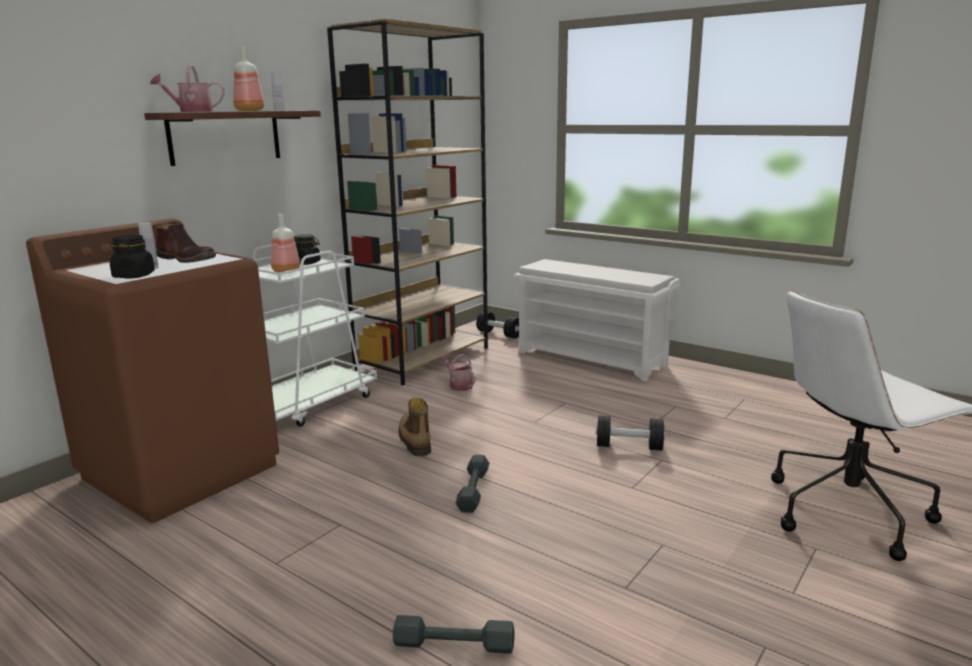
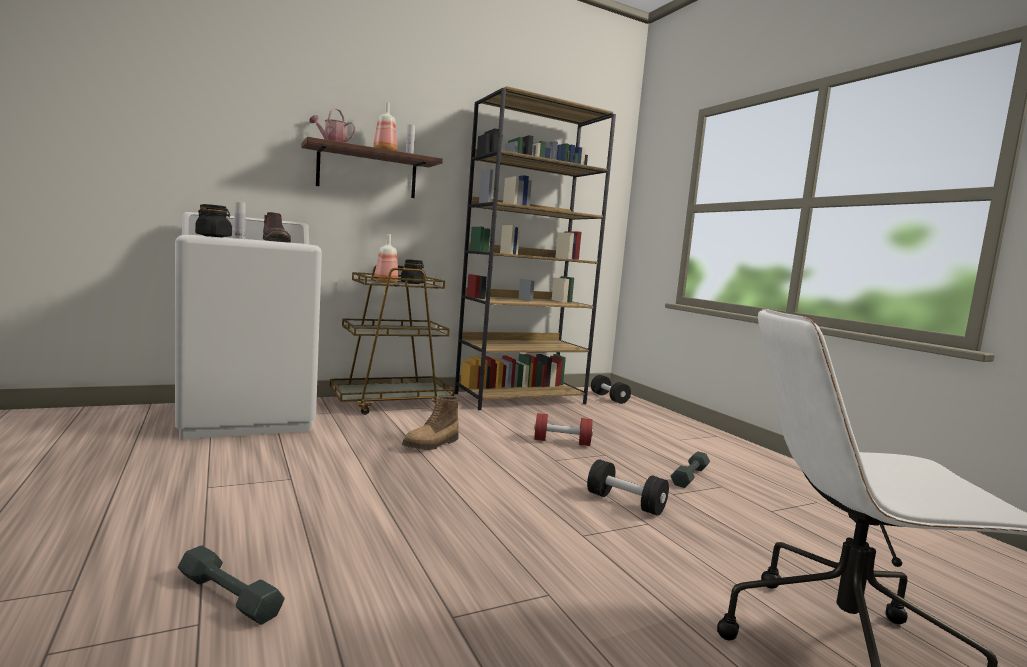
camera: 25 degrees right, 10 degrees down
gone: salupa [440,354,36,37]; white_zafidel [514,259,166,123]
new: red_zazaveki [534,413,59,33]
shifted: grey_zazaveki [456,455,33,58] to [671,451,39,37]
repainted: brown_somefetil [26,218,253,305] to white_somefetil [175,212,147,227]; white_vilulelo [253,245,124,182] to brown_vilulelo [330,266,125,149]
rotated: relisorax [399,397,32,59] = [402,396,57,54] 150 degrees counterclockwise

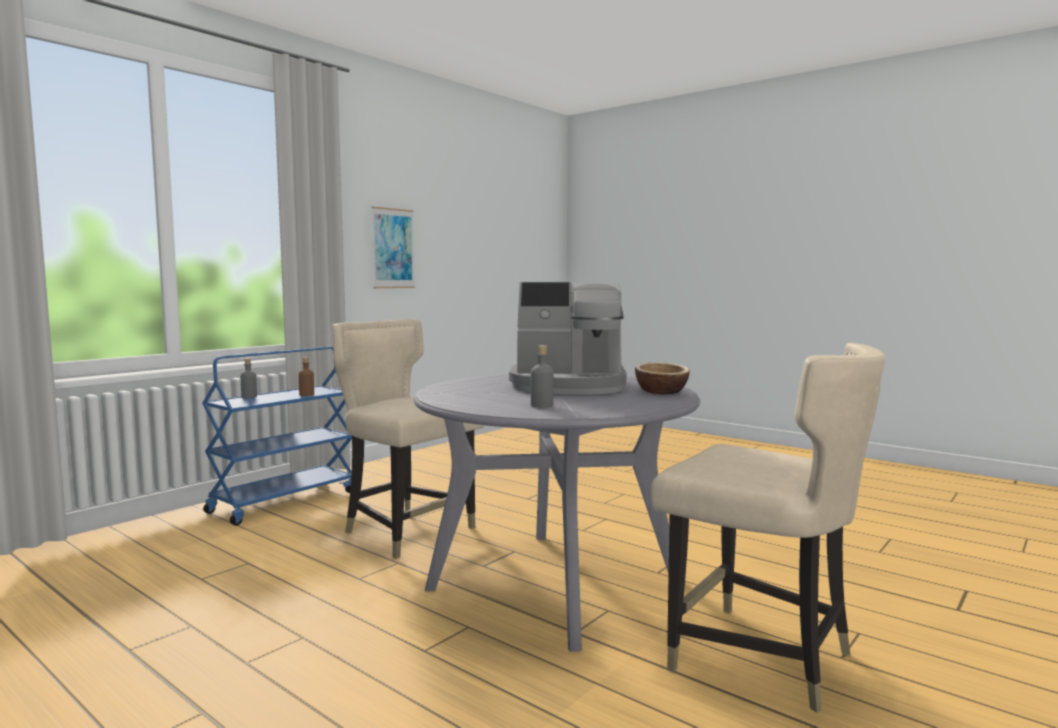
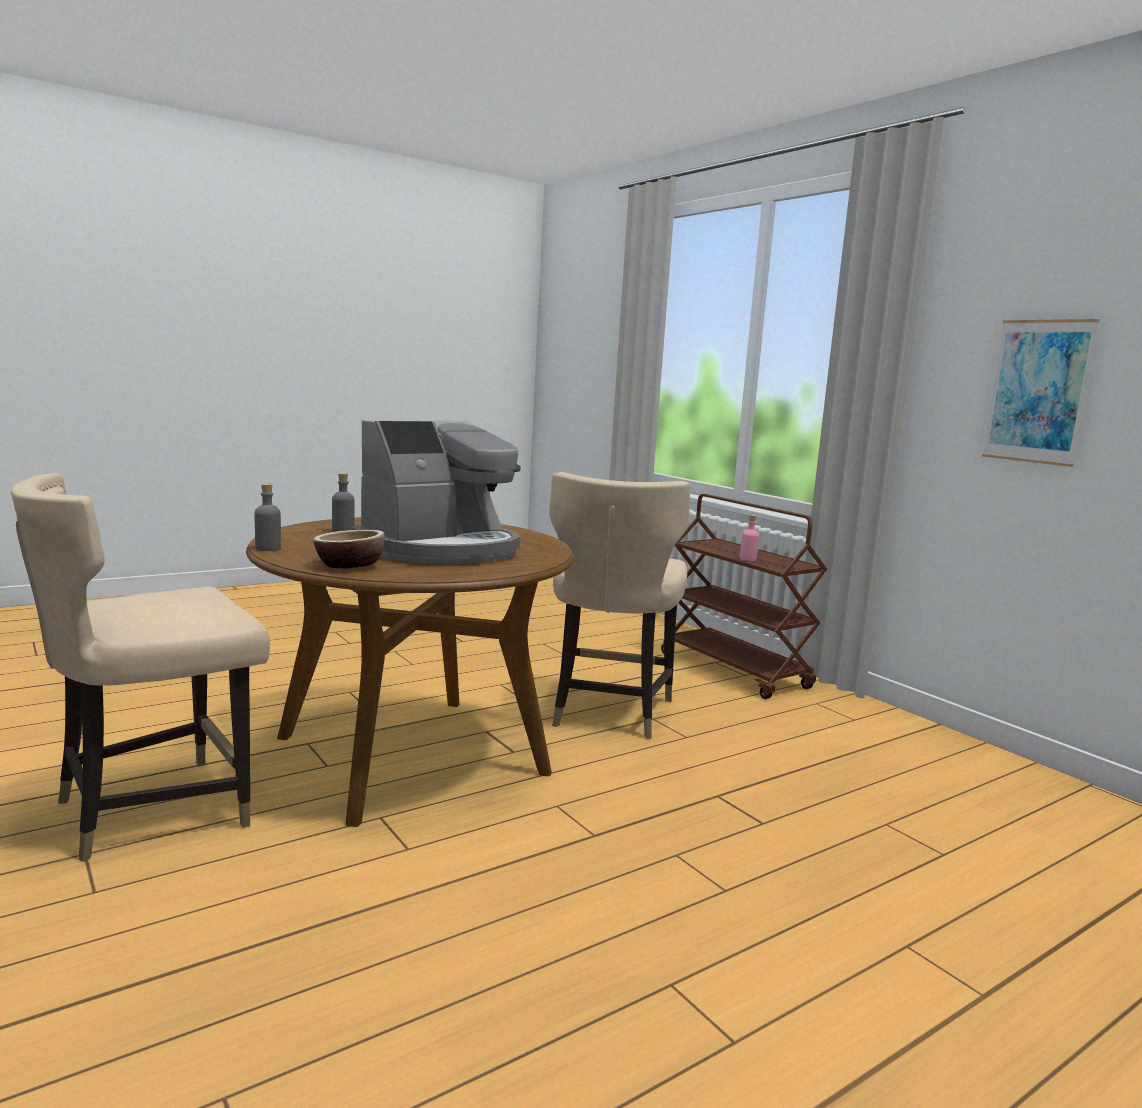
camera: 105 degrees right, 5 degrees up
shifted: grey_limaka [240,358,17,40] to [255,484,26,67]
repainted: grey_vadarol [414,374,286,278] to brown_vadarol [246,517,328,310]; blue_vilulelo [202,347,150,179] to brown_vilulelo [661,494,166,205]; brown_limaka [299,357,15,39] to pink_limaka [740,515,19,46]
rotated: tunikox [509,282,117,113] = [352,421,169,144] 150 degrees counterclockwise; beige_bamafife [332,319,152,240] = [549,472,141,267] 135 degrees clockwise

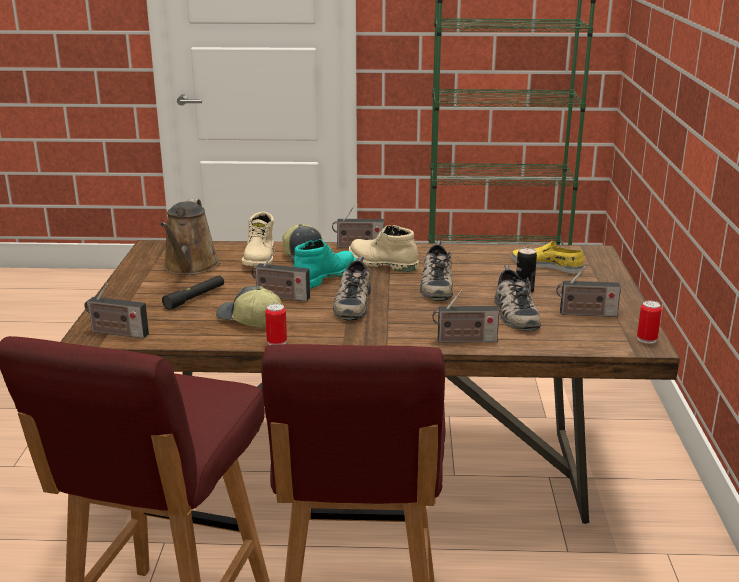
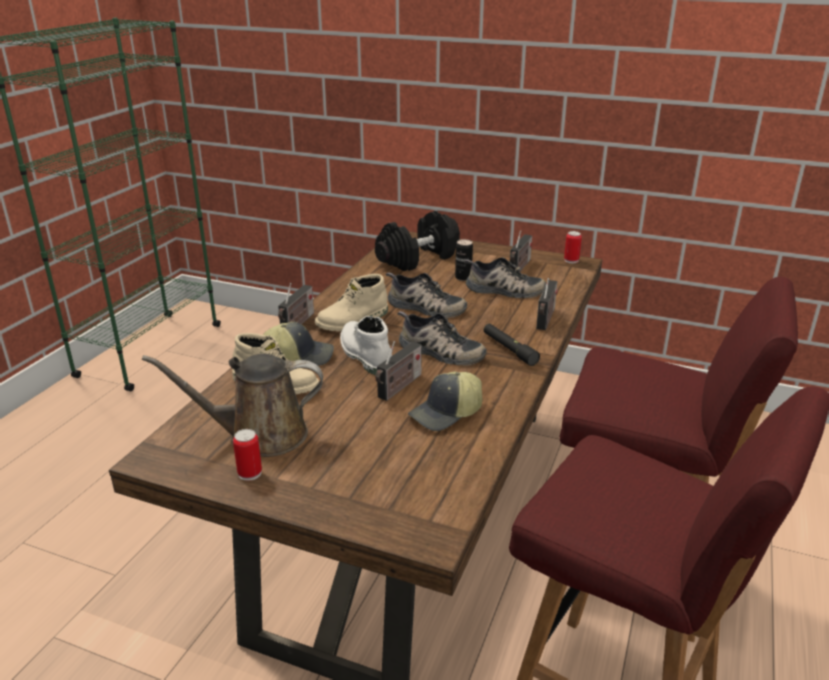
camera: 70 degrees left, 5 degrees up
gone: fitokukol [84,283,65,56]
shifted: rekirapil [265,303,22,42] to [233,429,29,52]; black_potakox [162,275,62,35] to [484,324,56,42]
swapped: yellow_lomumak [511,241,73,33] to black_zazaveki [375,211,85,60]
repainted: turquoise_relisorax [293,239,63,50] to white_relisorax [340,316,52,59]
rotated: brown_salupa [160,199,60,76] = [142,354,181,103] 150 degrees clockwise

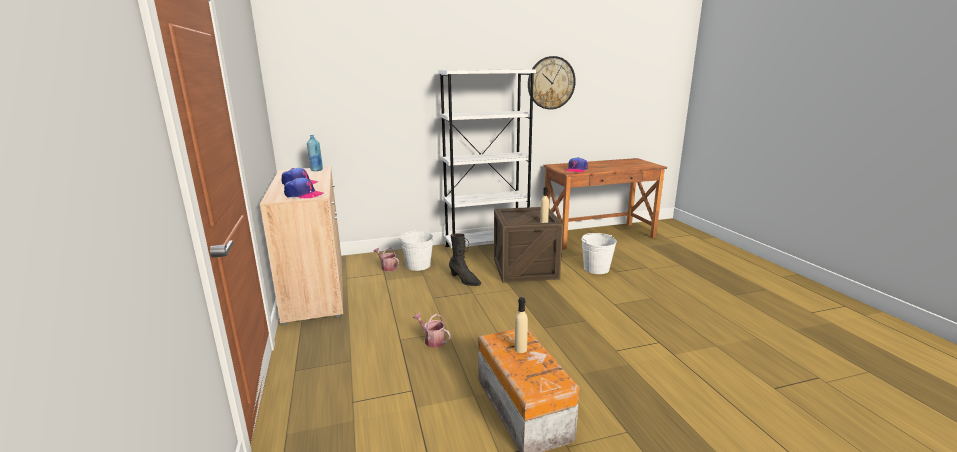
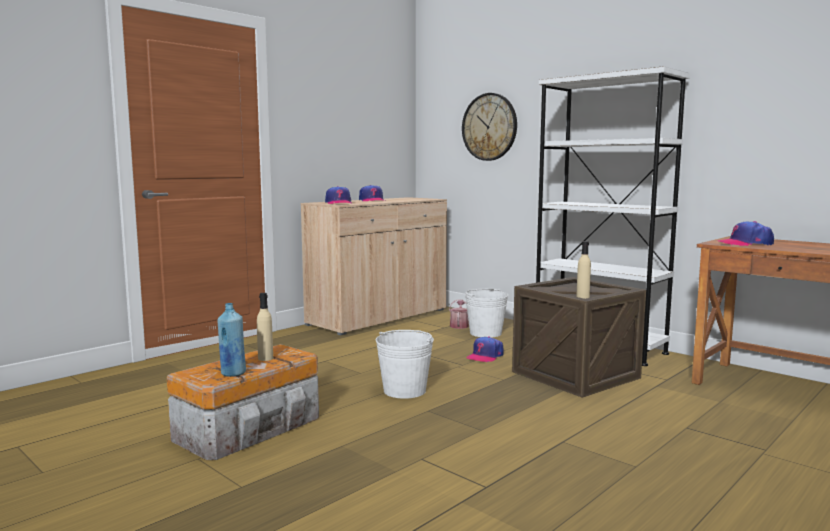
camera: 60 degrees right, 10 degrees down
gone: salupa [413,313,38,35]
shifted: blue_limaka [307,135,16,36] to [217,303,29,74]; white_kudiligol [581,233,36,41] to [376,330,58,69]; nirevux [528,56,48,54] to [462,93,55,68]
swapped: black_relisorax [449,233,32,53] to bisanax [466,336,38,26]

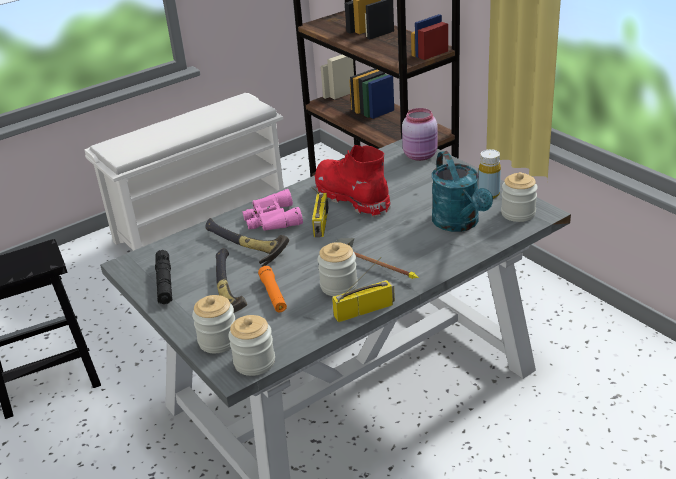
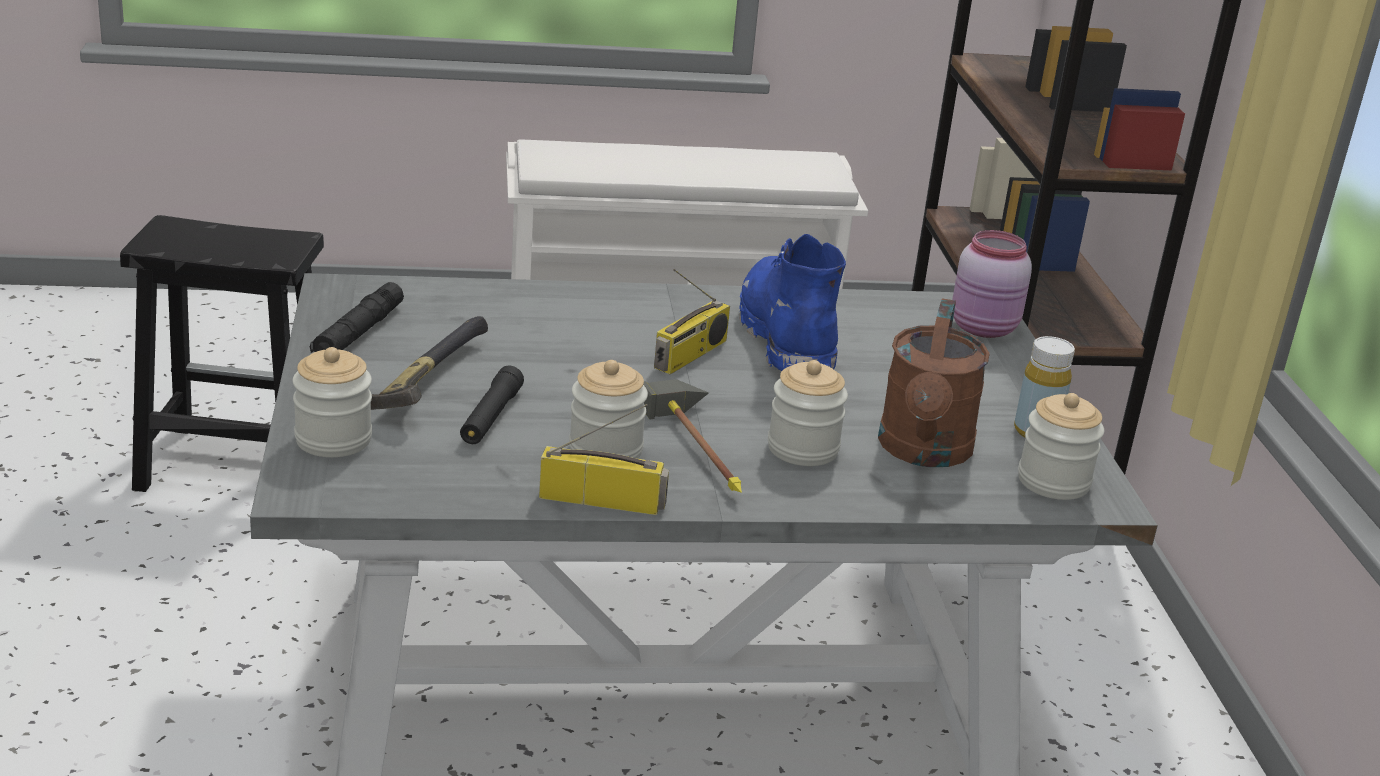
camera: 25 degrees right, 5 degrees down
gone: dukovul [205,218,84,49]; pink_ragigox [243,189,60,42]
shifted: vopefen [228,315,47,61] to [768,360,80,106]
repainted: orange_potakox [258,266,29,46] to black_potakox [460,366,64,78]; red_relisorax [315,145,75,72] to blue_relisorax [739,234,107,137]; turquoise_salupa [432,151,61,81] to brown_salupa [878,298,112,169]

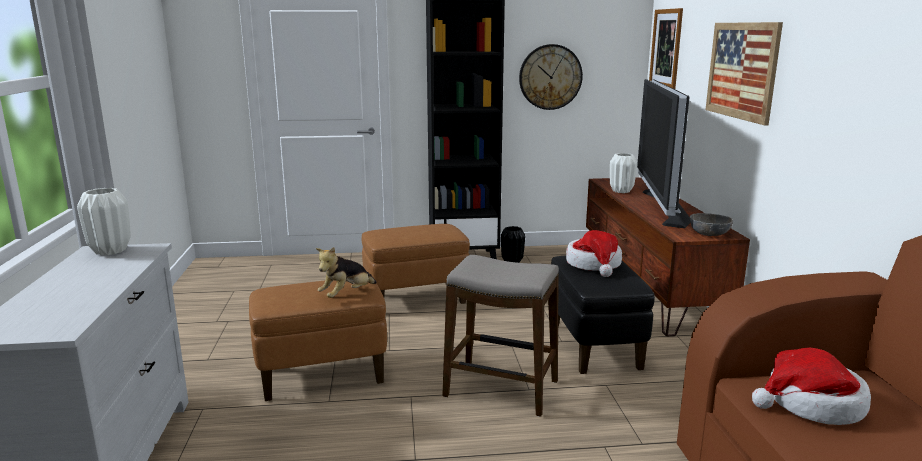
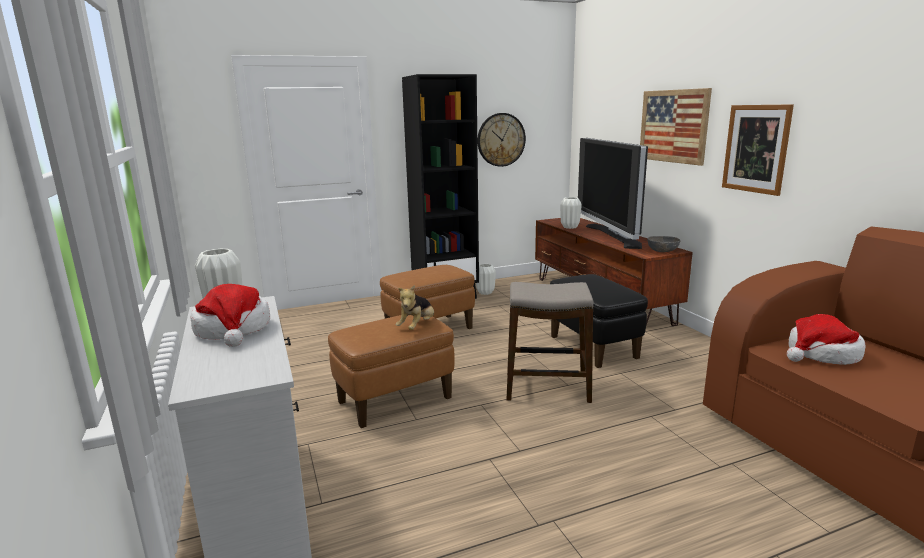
camera: 15 degrees left, 0 degrees up
shifted: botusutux [566,230,56,47] to [191,284,79,63]; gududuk [649,8,34,81] to [722,104,72,92]
repainted: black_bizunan [501,226,24,37] to white_bizunan [476,264,20,31]

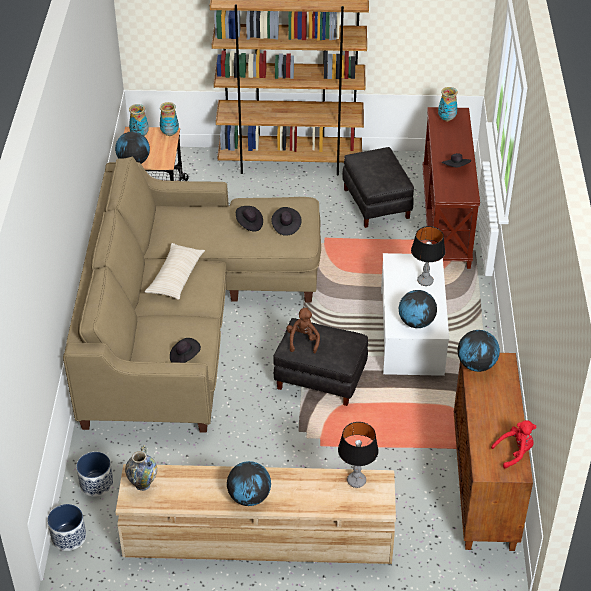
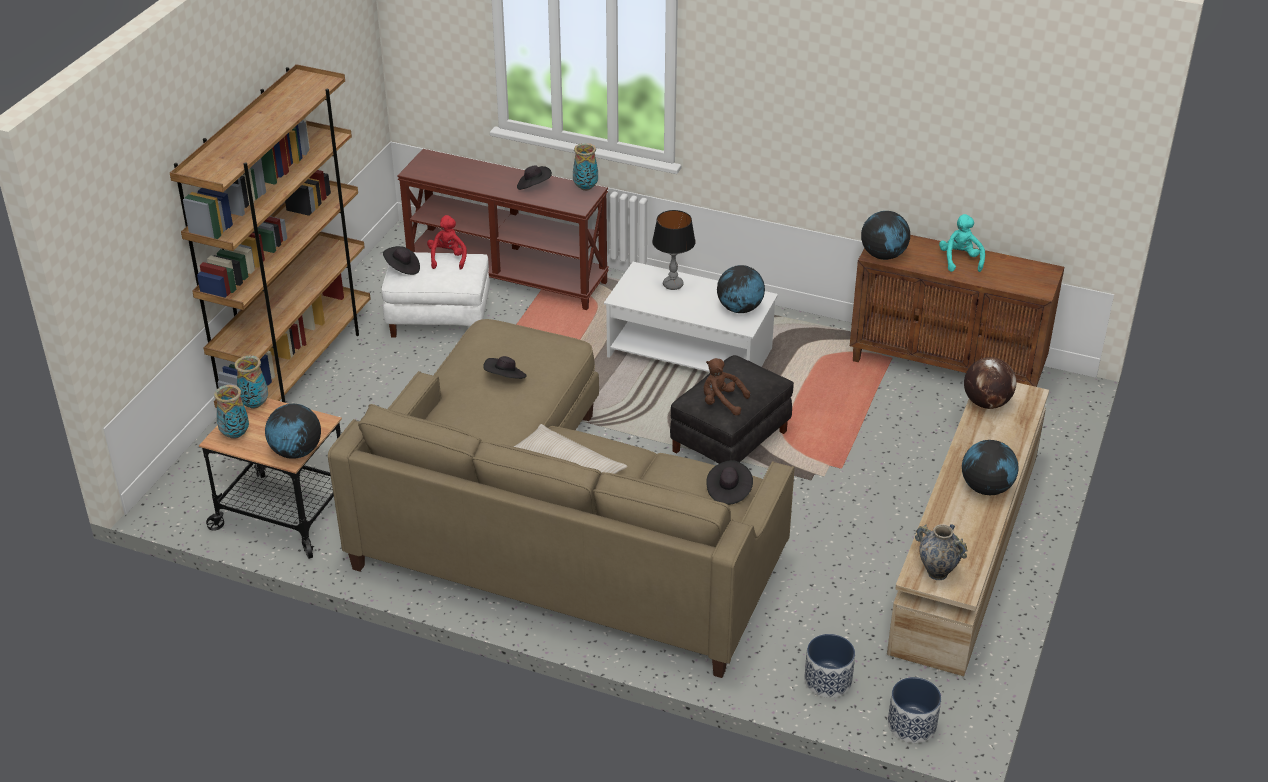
camera: 70 degrees left, 5 degrees down
new: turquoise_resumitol [939,214,46,58]
shifted: black_botusutux [271,207,30,29] to [383,246,37,29]; red_resumitol [491,420,46,49] to [427,215,40,55]; bizunan [438,87,20,34] to [573,143,25,48]
swapped: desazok [338,422,41,66] to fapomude [964,357,52,52]
repainted: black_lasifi [342,147,72,81] to white_lasifi [382,252,108,86]

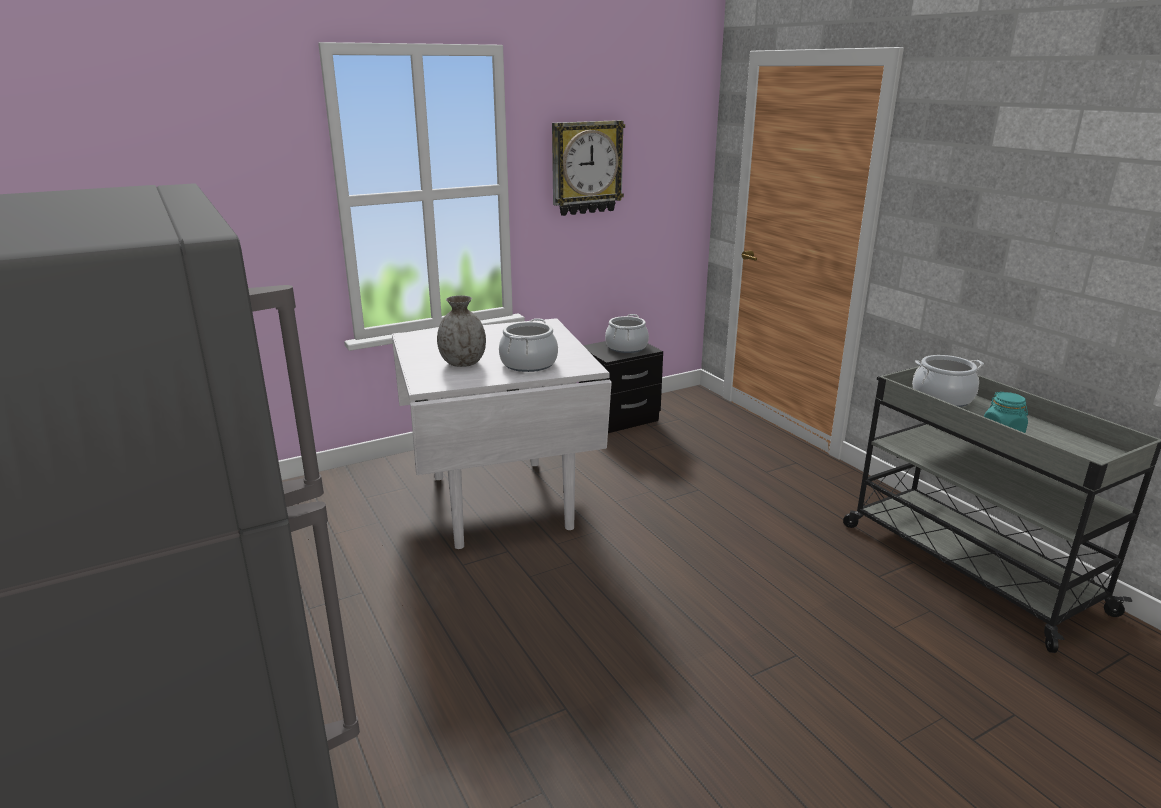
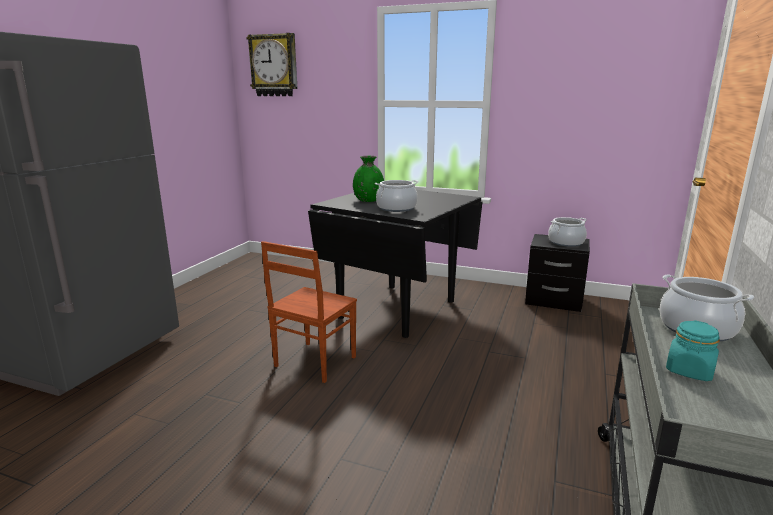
camera: 50 degrees right, 5 degrees down
new: brown_bamafife [261,241,96,142]
shifted: nirevux [552,120,73,96] to [246,33,52,63]
repainted: white_vadarol [392,318,220,231] to black_vadarol [308,190,174,148]; grey_bizunan [437,295,49,72] to green_bizunan [353,156,31,46]

